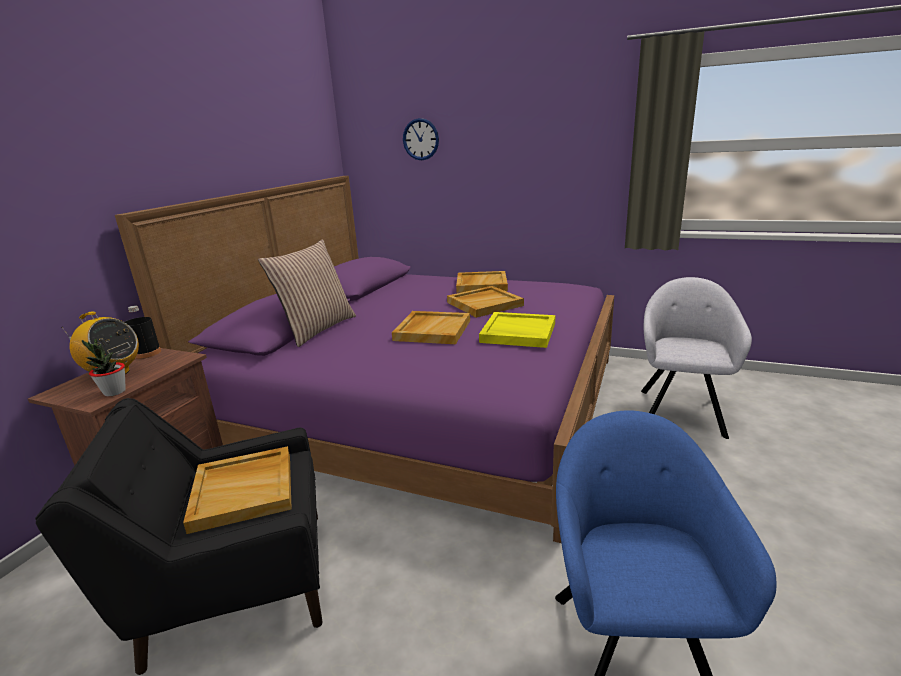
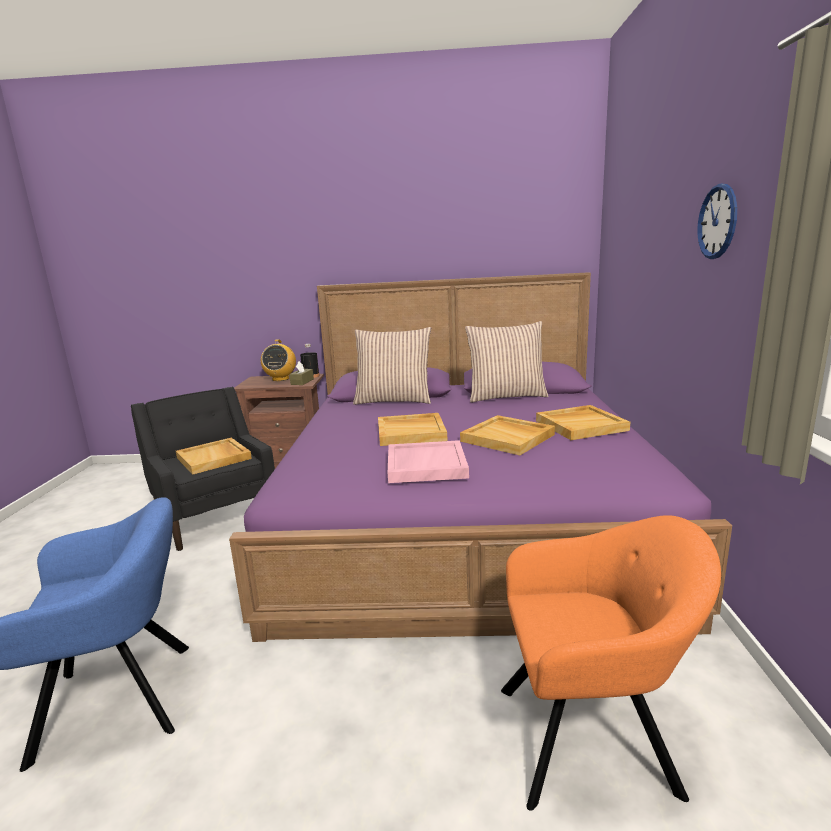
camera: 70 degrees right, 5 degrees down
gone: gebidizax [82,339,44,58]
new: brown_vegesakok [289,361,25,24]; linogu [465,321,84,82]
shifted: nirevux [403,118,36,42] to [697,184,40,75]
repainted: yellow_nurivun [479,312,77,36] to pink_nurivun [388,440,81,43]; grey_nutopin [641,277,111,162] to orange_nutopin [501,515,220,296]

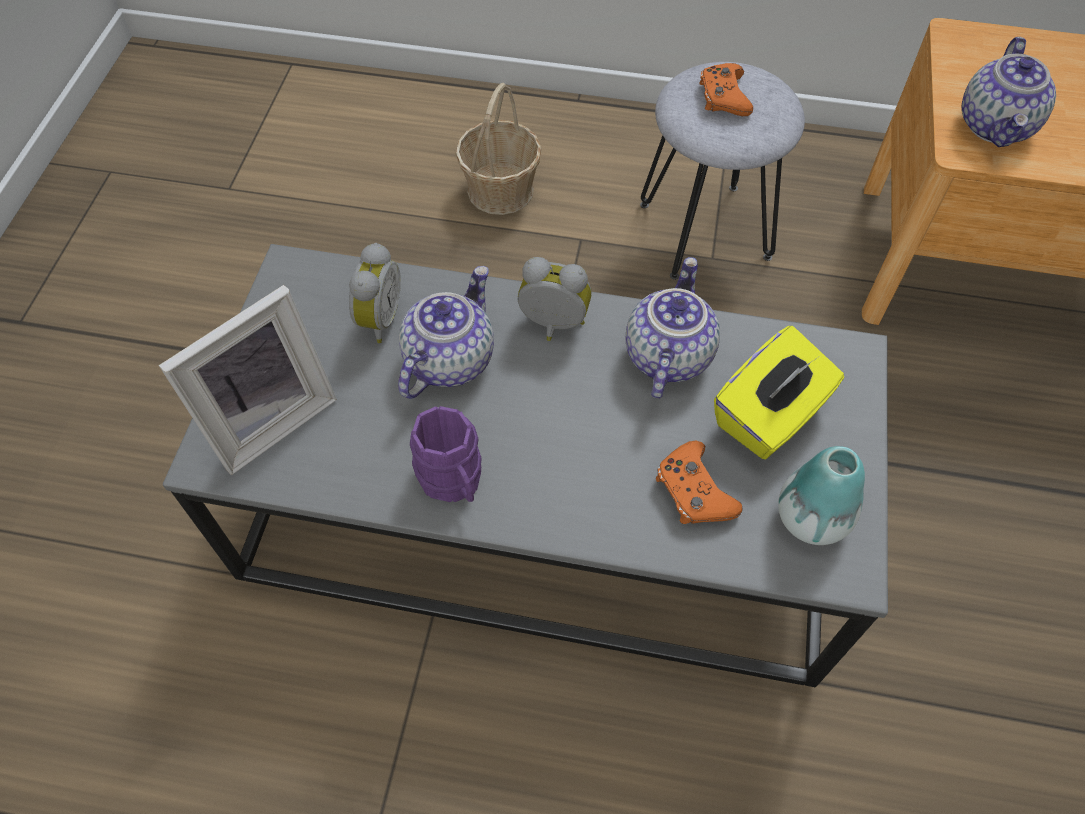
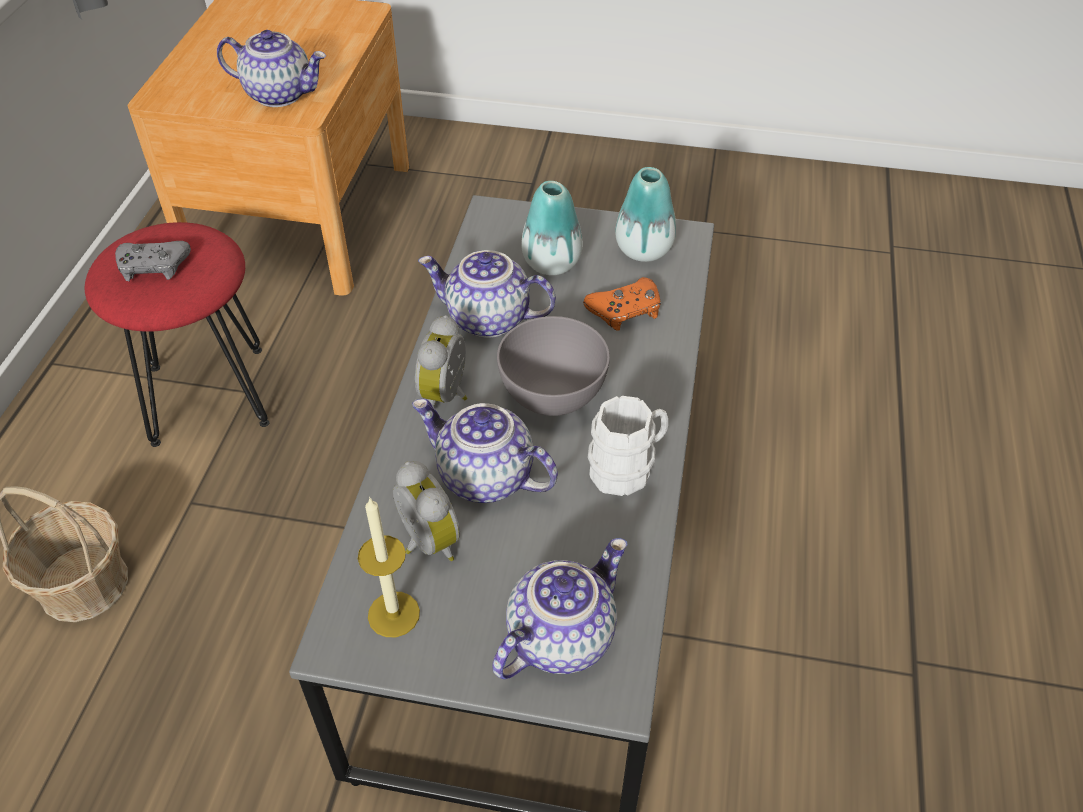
camera: 90 degrees left, 10 degrees down
new: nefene [358,497,62,140]; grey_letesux [497,316,113,100]
swapped: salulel [159,285,178,190] to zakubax [492,538,135,141]; yellow_vegesakok [714,326,130,134] to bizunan [521,181,62,94]
repainted: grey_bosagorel [640,62,165,218] to red_bosagorel [85,222,185,225]; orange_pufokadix [699,63,54,53] to grey_pufokadix [115,241,76,40]; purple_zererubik [410,406,72,96] to white_zererubik [588,396,80,100]
rotated: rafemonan [349,243,52,100] = [393,461,67,100] 45 degrees clockwise

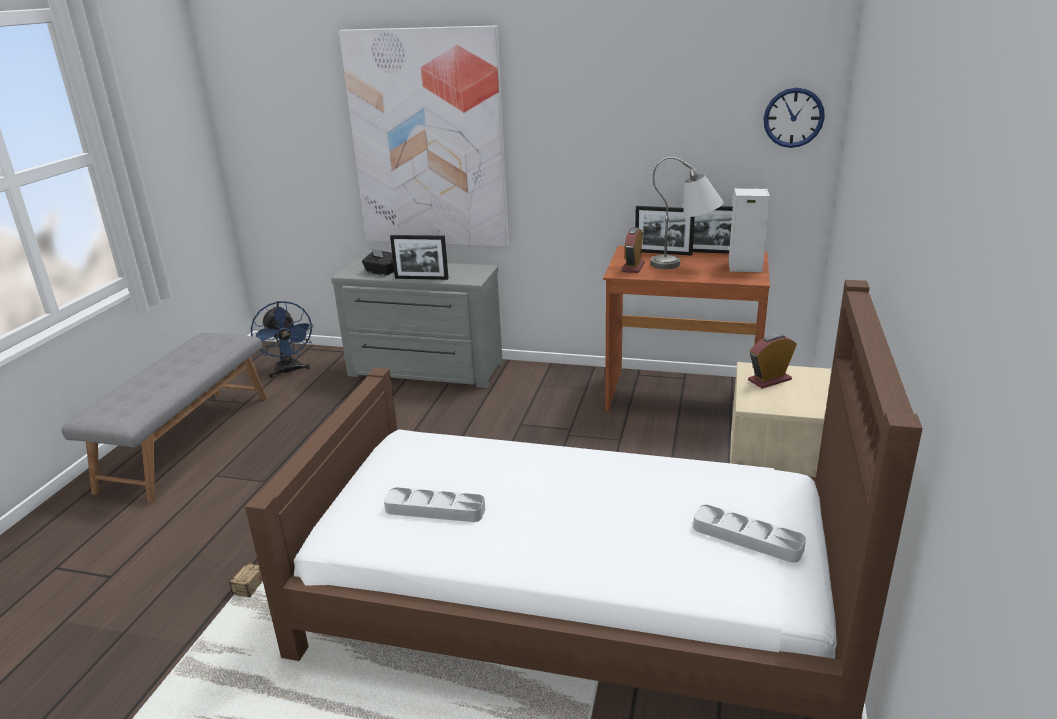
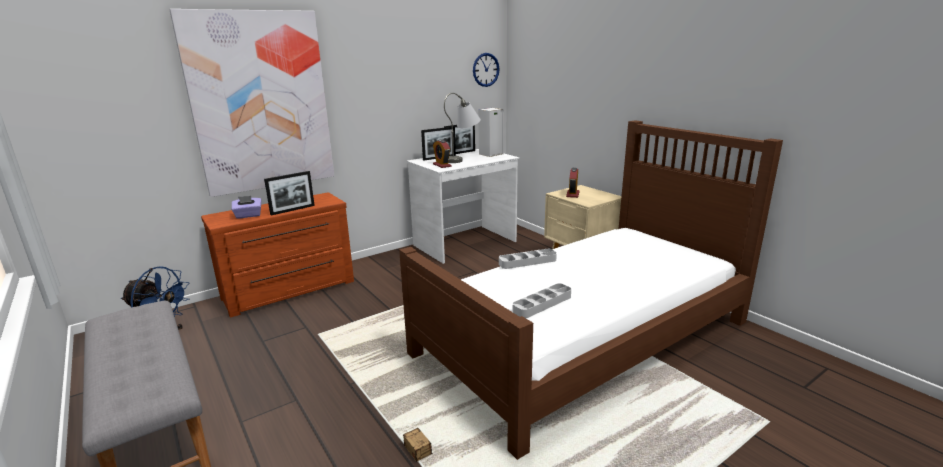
camera: 50 degrees left, 5 degrees down
shifted: grey_nurivun [693,505,113,58] to [499,249,58,20]
repainted: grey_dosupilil [331,259,172,129] to brown_dosupilil [201,192,153,125]; black_vegesakok [362,249,32,27] to purple_vegesakok [232,196,29,23]; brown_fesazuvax [603,246,167,165] to white_fesazuvax [407,149,112,115]

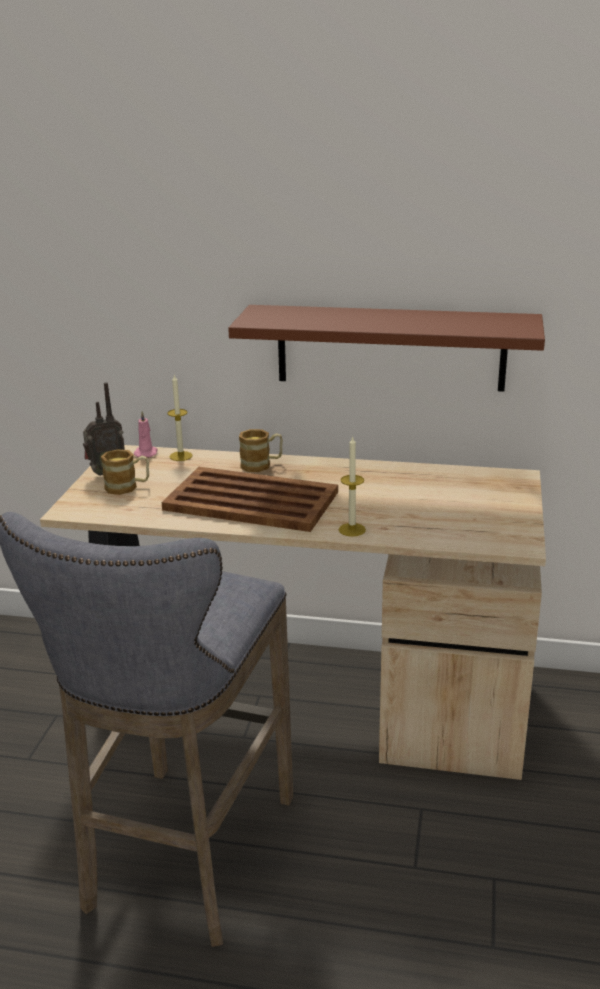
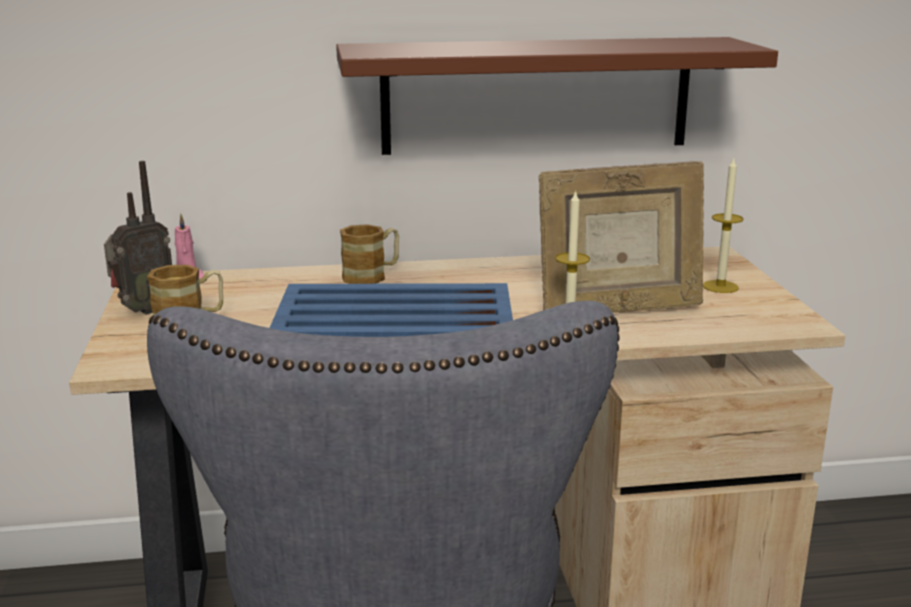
camera: 20 degrees left, 5 degrees down
new: salulel [539,161,165,152]
shifted: nefene [167,374,25,87] to [703,158,41,135]
repainted: brown_nurivun [161,467,177,65] to blue_nurivun [270,283,243,54]

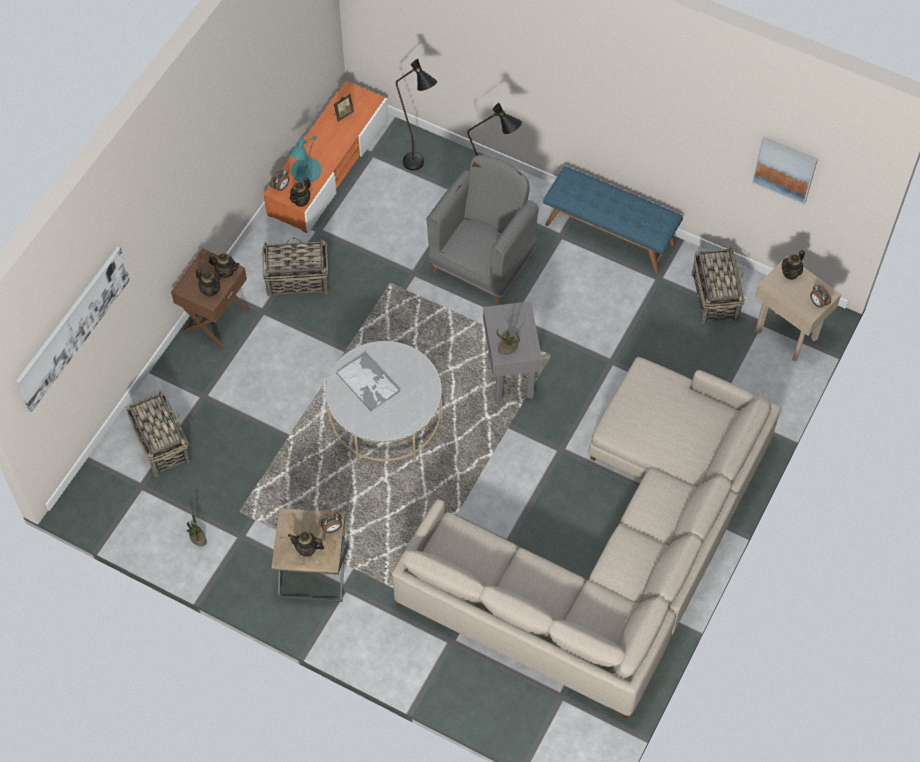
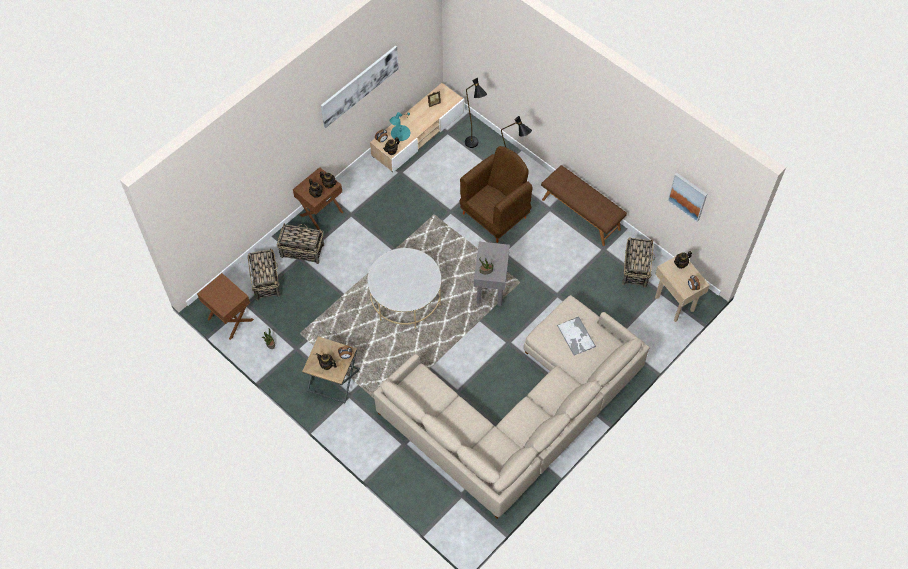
camera: 15 degrees right, 0 degrees up
new: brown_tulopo [197,273,57,67]
shifted: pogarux [262,238,67,59] to [277,223,47,41]; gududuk [16,246,114,166] to [321,46,77,82]; nurivun [336,352,64,59] to [557,317,39,38]
repainted: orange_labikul [263,81,125,152] to beige_labikul [370,83,94,89]; grey_nutopin [427,155,112,149] to brown_nutopin [459,146,74,97]; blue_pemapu [543,166,140,108] to brown_pemapu [541,165,86,81]

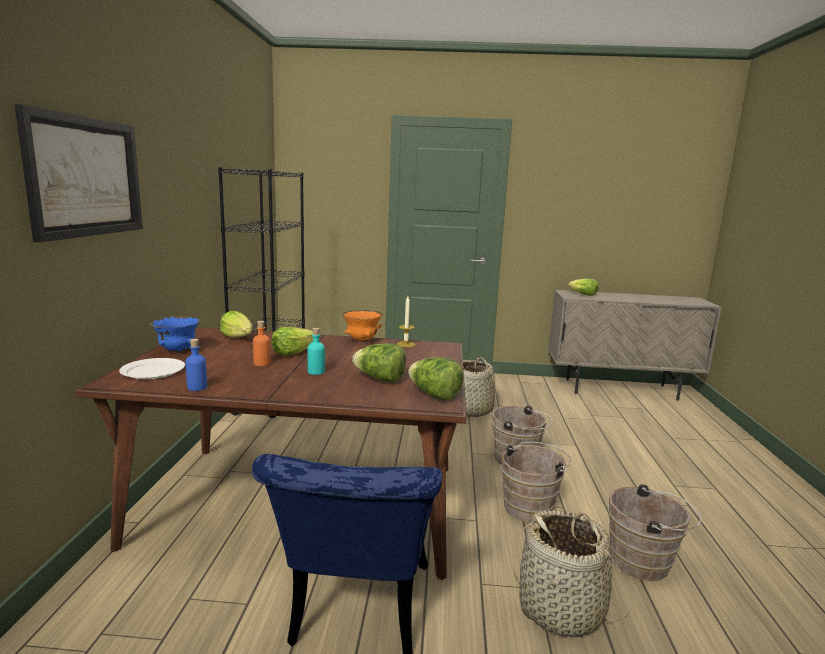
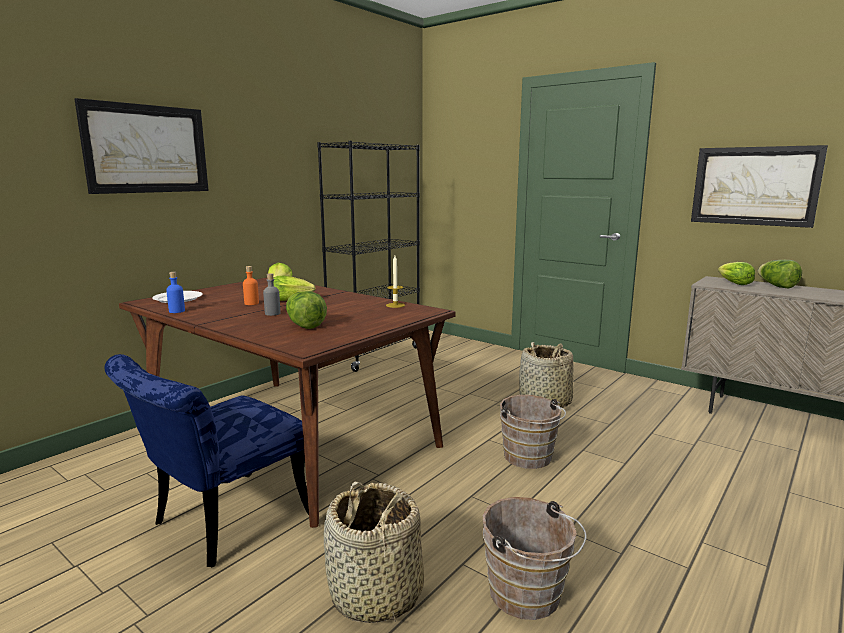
camera: 35 degrees right, 0 degrees up
gone: blue_letesux [149,316,51,36]; orange_letesux [342,310,41,32]; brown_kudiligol [501,442,70,81]
new: gududuk [691,145,137,83]
shifted: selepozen [408,357,56,44] to [758,260,44,28]
repainted: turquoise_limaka [308,328,17,47] to grey_limaka [263,273,17,43]

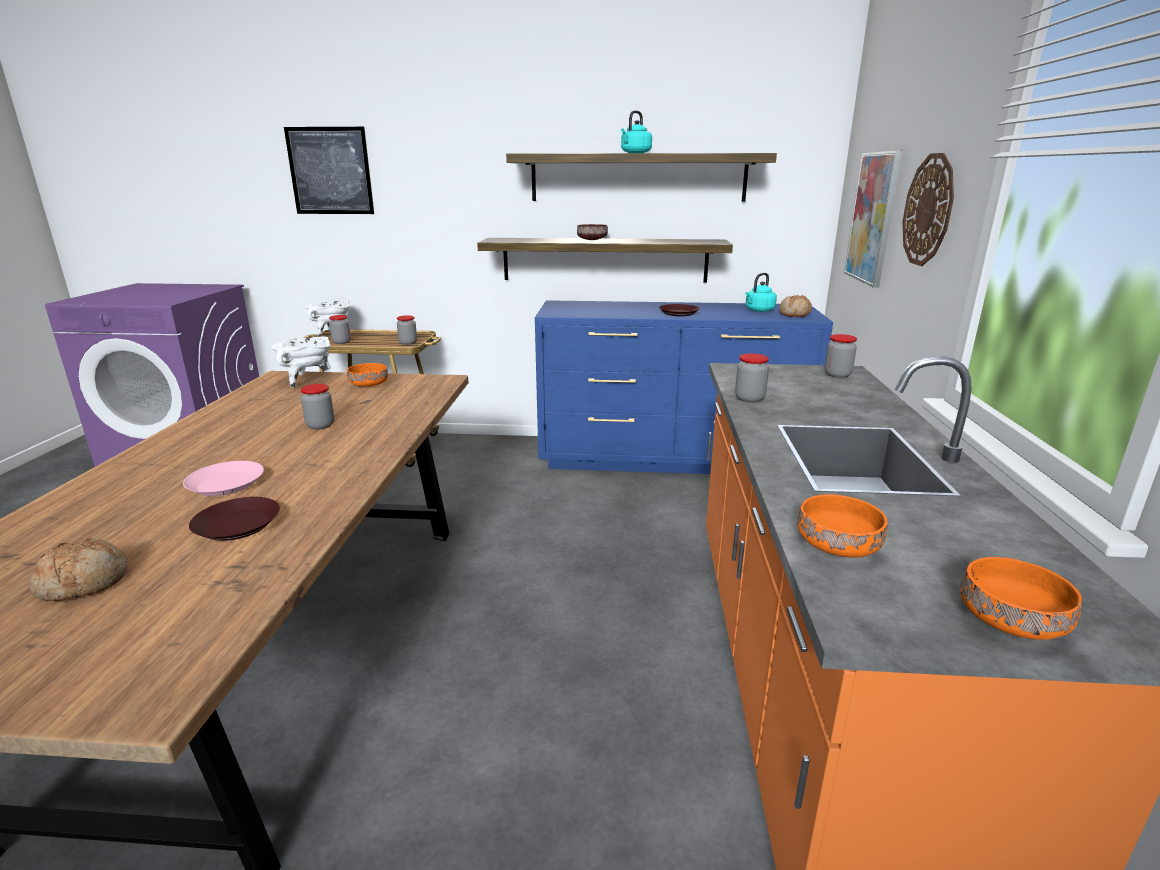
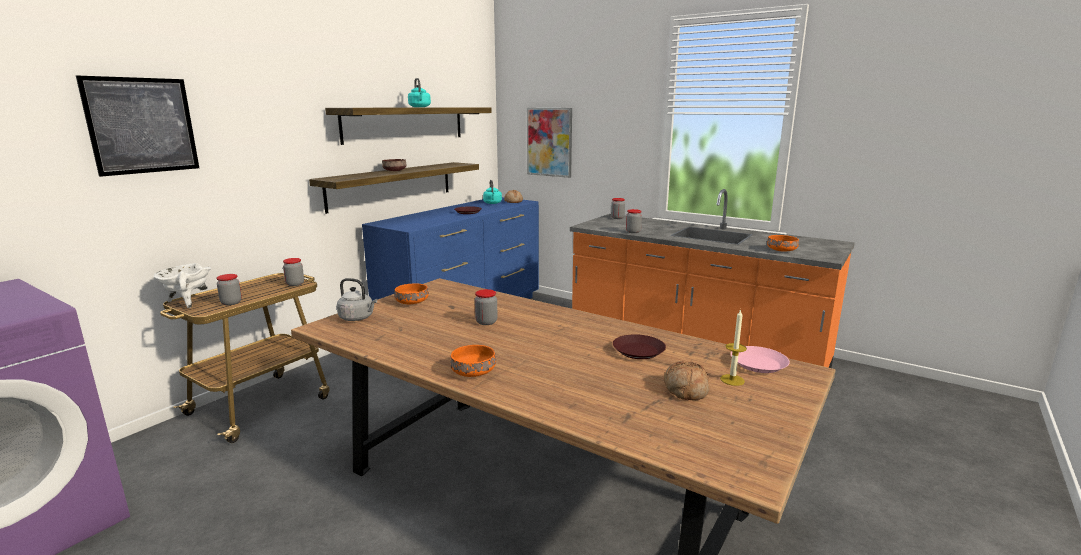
camera: 60 degrees left, 5 degrees down
gone: nirevux [903,153,51,113]
new: nefene [720,309,27,77]
shifted: orange_letesux [960,557,122,83] to [450,345,46,32]; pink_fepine [183,461,81,35] to [731,346,59,27]
swapped: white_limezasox [271,337,60,51] to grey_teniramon [337,278,40,43]

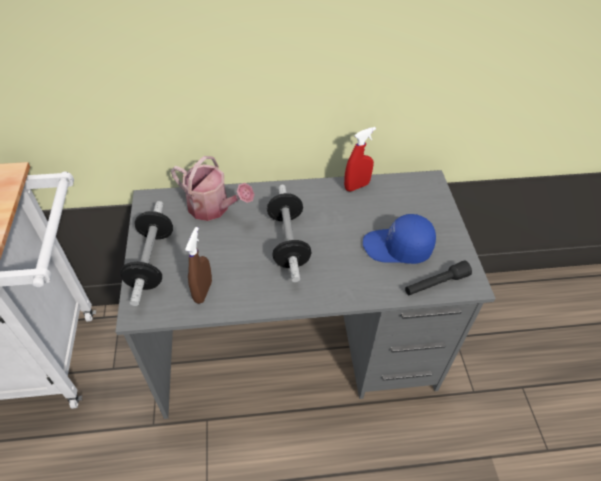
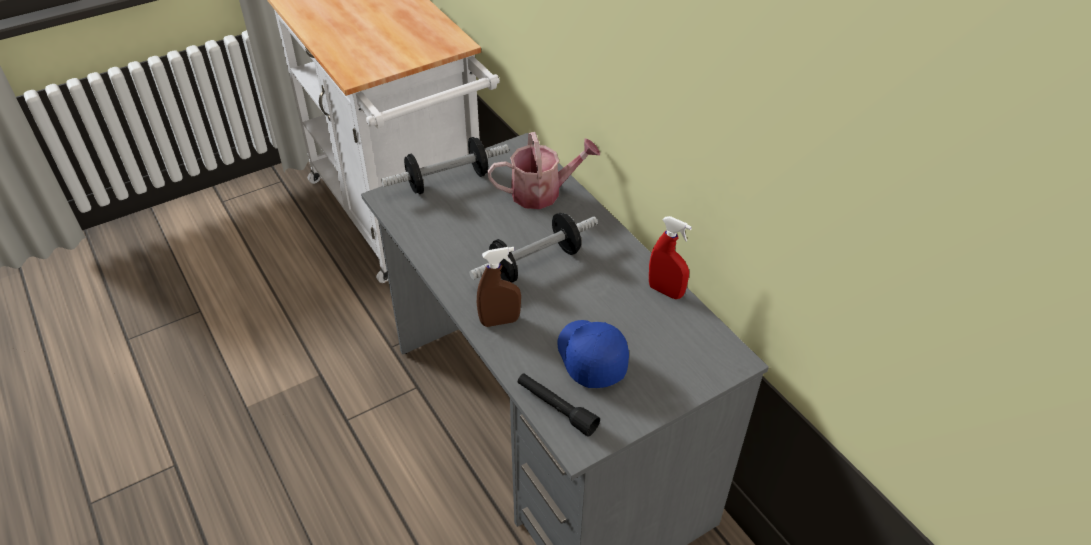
camera: 65 degrees right, 5 degrees down
shifted: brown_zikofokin [185,227,27,77] to [477,247,44,80]
rotated: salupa [171,156,84,65] = [487,132,113,77] 105 degrees counterclockwise

